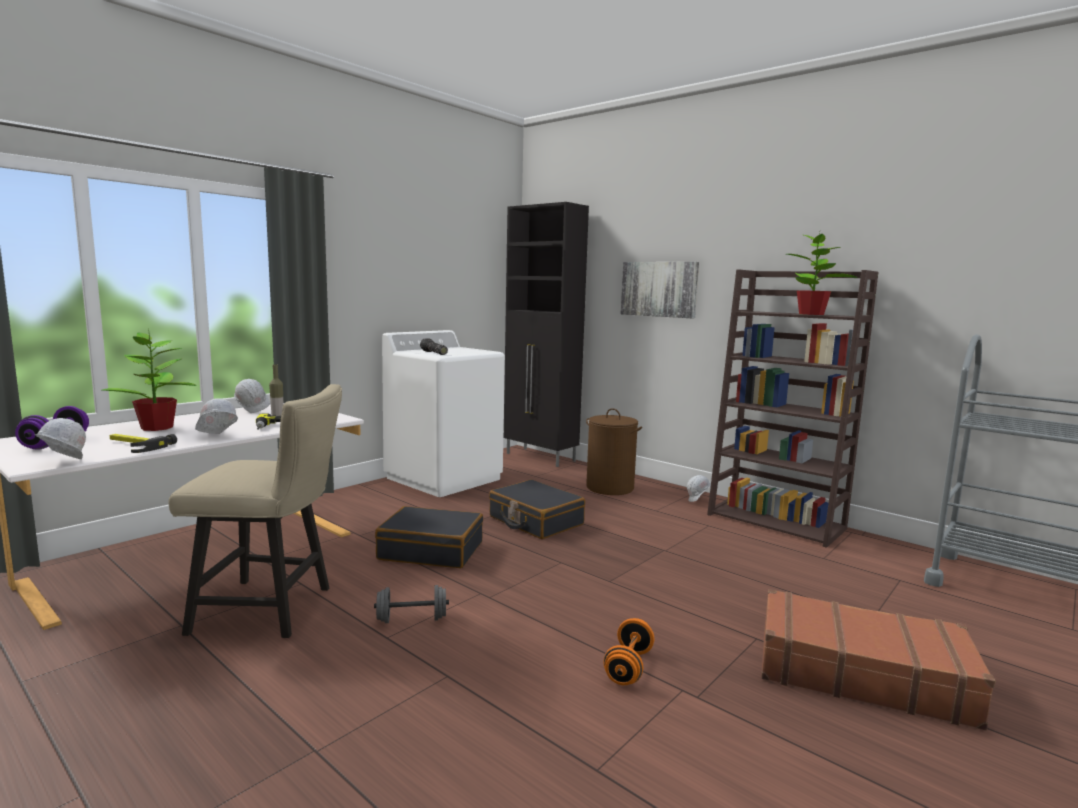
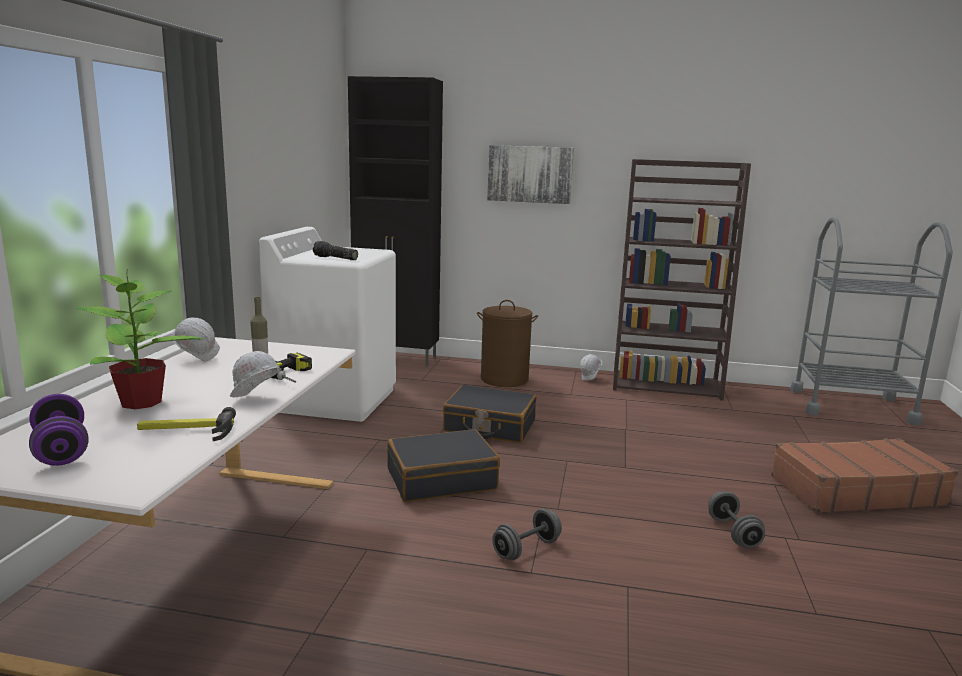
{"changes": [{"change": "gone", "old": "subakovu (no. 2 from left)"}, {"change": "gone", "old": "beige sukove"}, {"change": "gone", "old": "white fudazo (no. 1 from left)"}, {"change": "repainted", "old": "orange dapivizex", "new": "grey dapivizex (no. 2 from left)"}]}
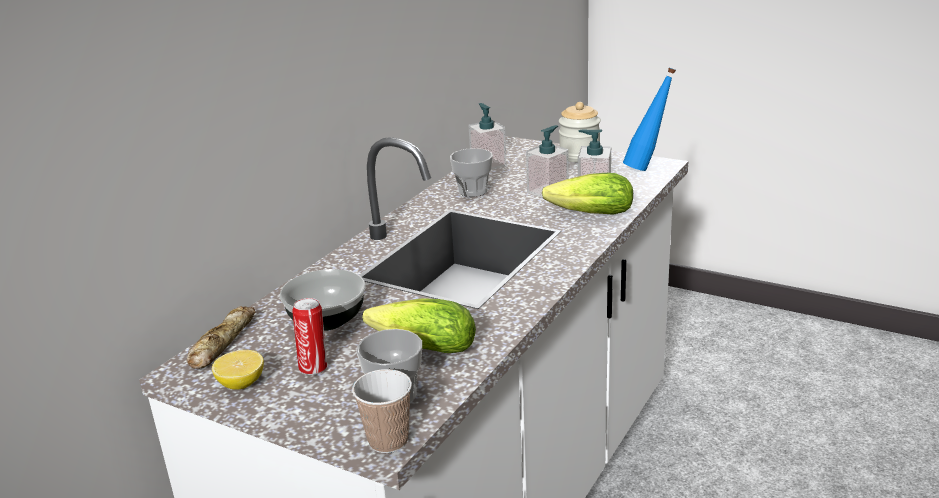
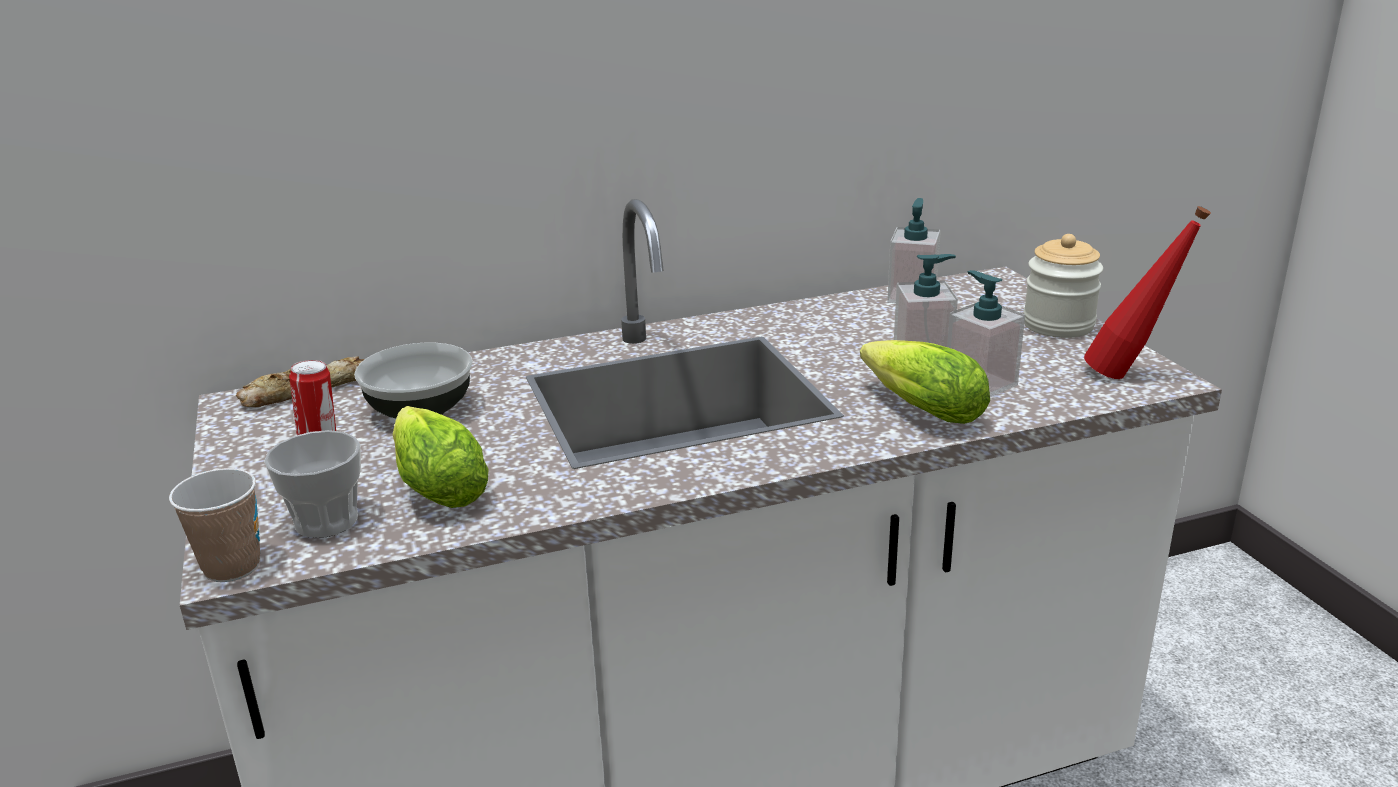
{"changes": [{"change": "repainted", "old": "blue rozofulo", "new": "red rozofulo"}, {"change": "gone", "old": "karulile (no. 3 from left)"}, {"change": "gone", "old": "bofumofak"}]}
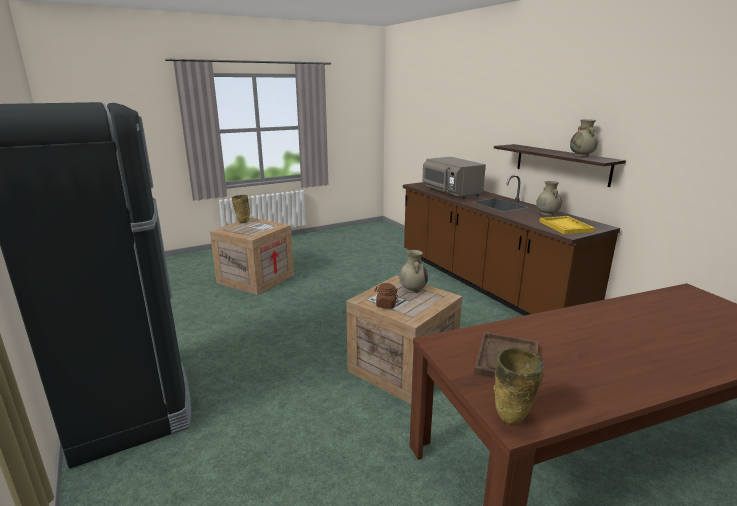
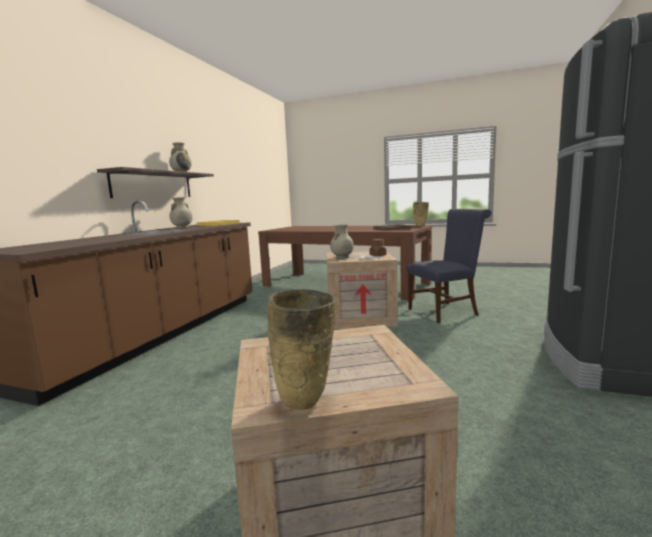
{"changes": [{"change": "gone", "old": "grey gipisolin"}, {"change": "new", "new": "blue sukove"}]}
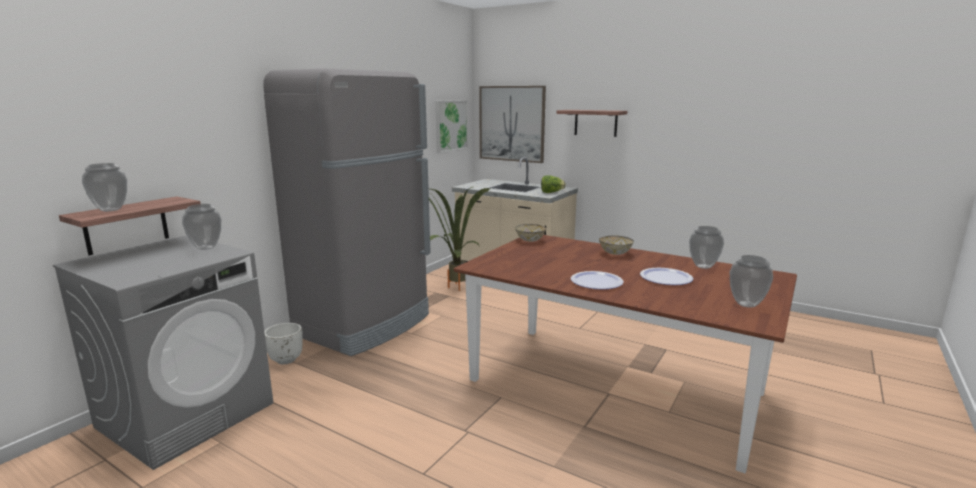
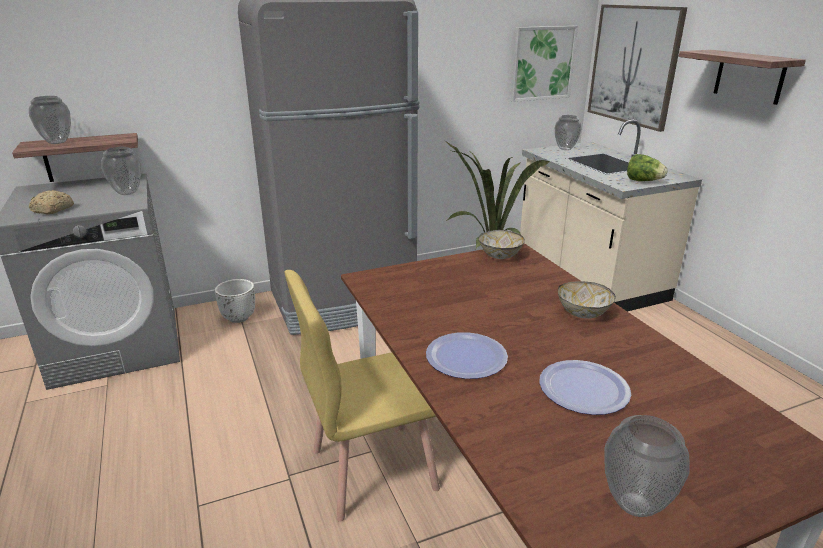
{"changes": [{"change": "shifted", "old": "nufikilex (no. 3 from left)"}, {"change": "new", "new": "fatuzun"}, {"change": "new", "new": "yellow sukove"}]}
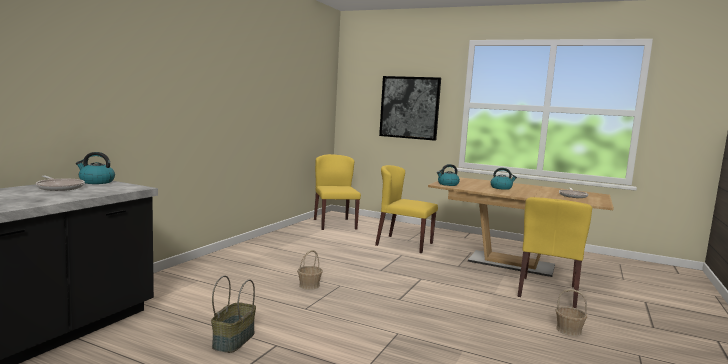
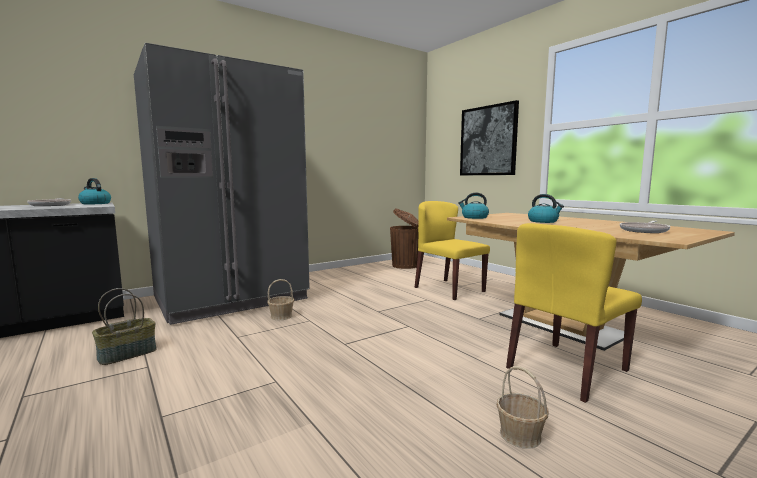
{"changes": [{"change": "swapped", "old": "yellow sukove (no. 1 from left)", "new": "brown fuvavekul"}, {"change": "new", "new": "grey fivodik"}]}
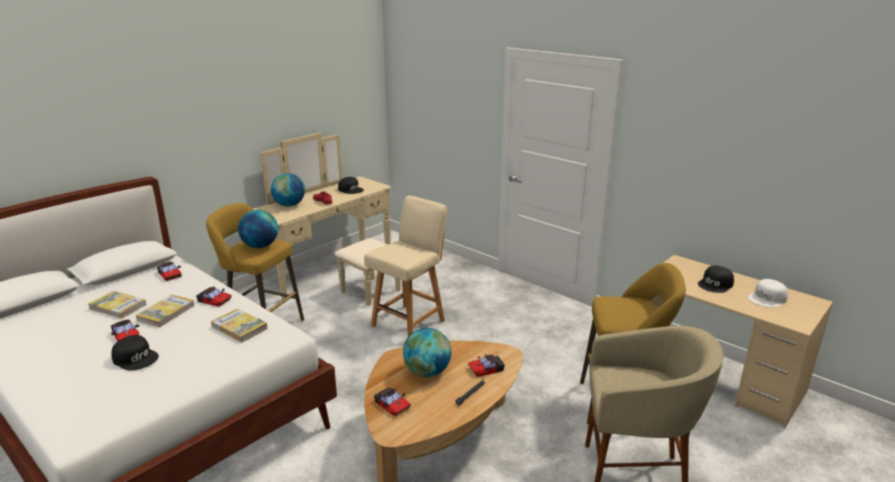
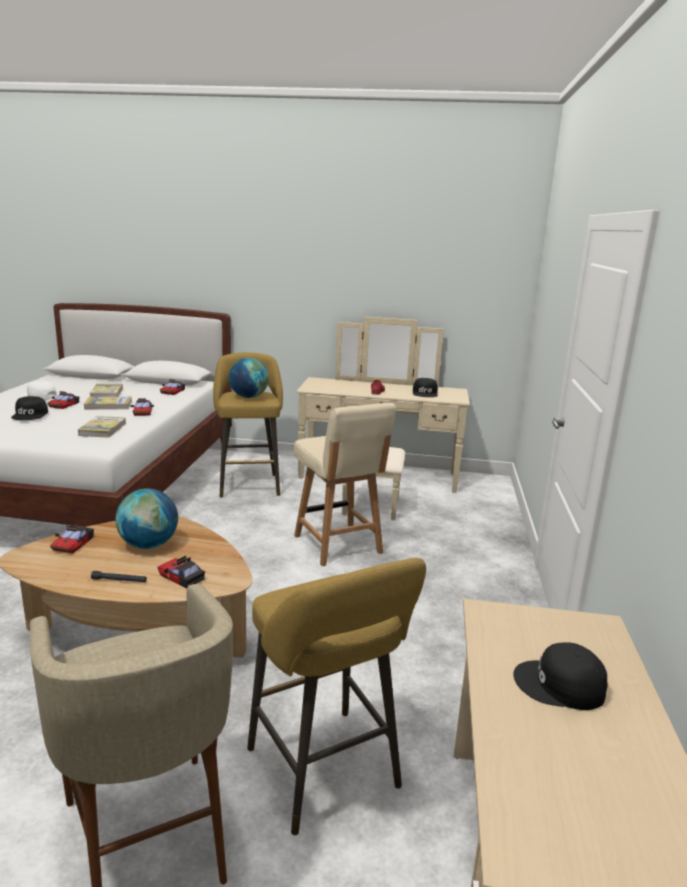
{"changes": [{"change": "gone", "old": "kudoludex (no. 2 from left)"}, {"change": "rotated", "old": "beige sukove", "degrees": 60}, {"change": "shifted", "old": "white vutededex"}]}
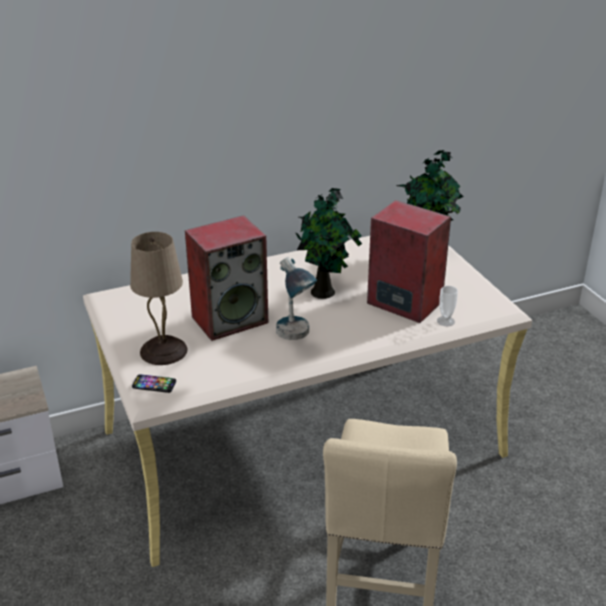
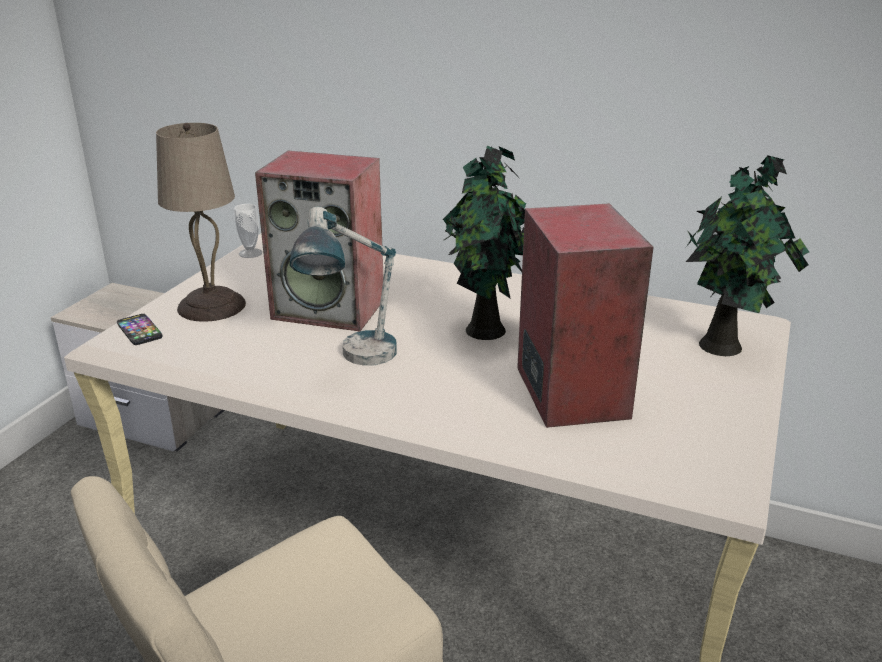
{"changes": [{"change": "shifted", "old": "karulile"}]}
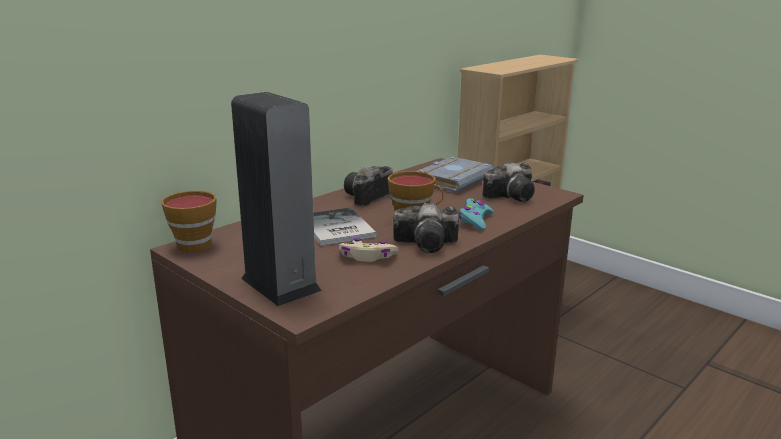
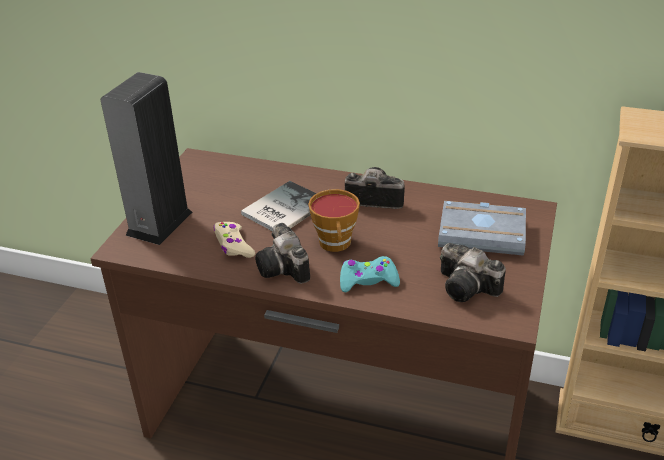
{"changes": [{"change": "gone", "old": "karulile (no. 1 from left)"}]}
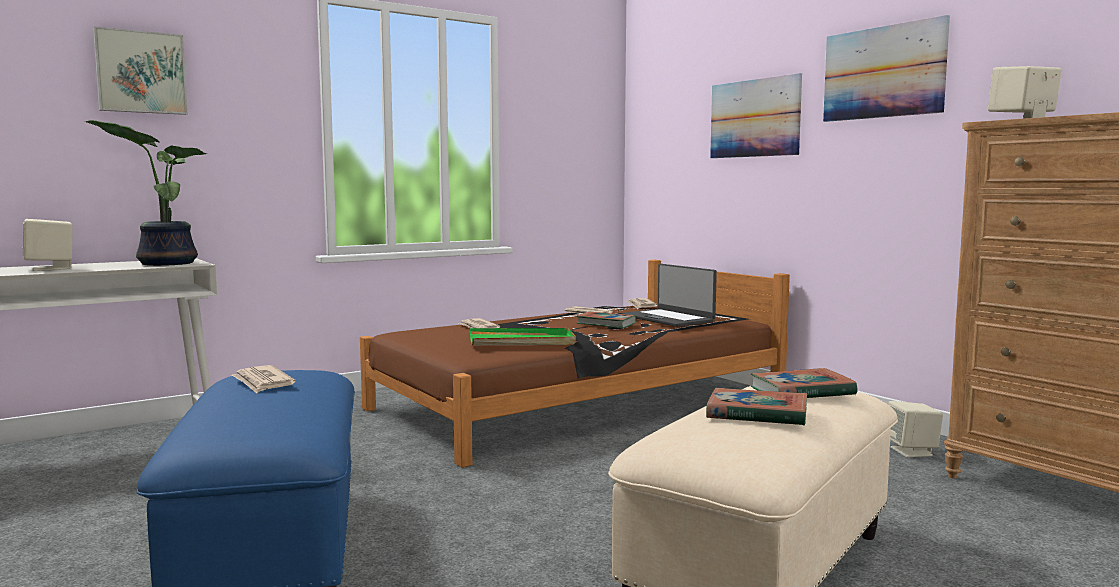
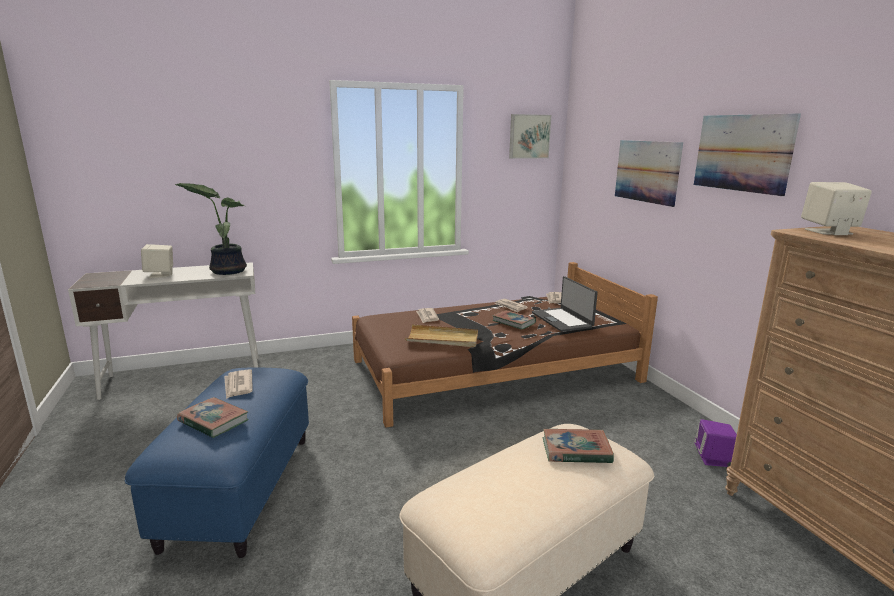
{"changes": [{"change": "shifted", "old": "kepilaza (no. 1 from left)"}, {"change": "repainted", "old": "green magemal", "new": "beige magemal"}, {"change": "shifted", "old": "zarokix (no. 2 from left in the first image)", "new": "zarokix (no. 1 from left)"}, {"change": "repainted", "old": "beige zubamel (no. 2 from left)", "new": "purple zubamel"}]}
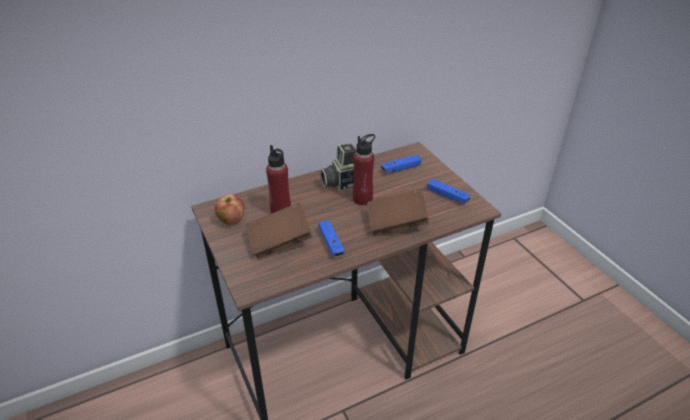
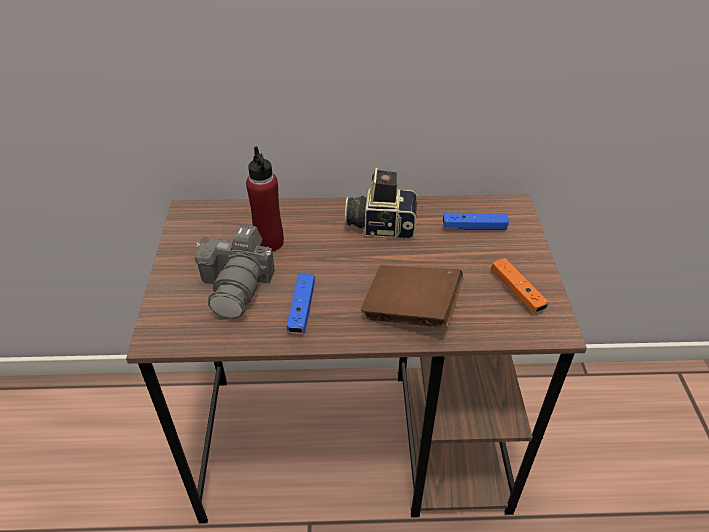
{"changes": [{"change": "gone", "old": "red rozofulo (no. 2 from left)"}, {"change": "repainted", "old": "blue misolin (no. 3 from left)", "new": "orange misolin"}, {"change": "gone", "old": "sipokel"}, {"change": "swapped", "old": "brown zarokix (no. 1 from left)", "new": "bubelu (no. 1 from left)"}]}
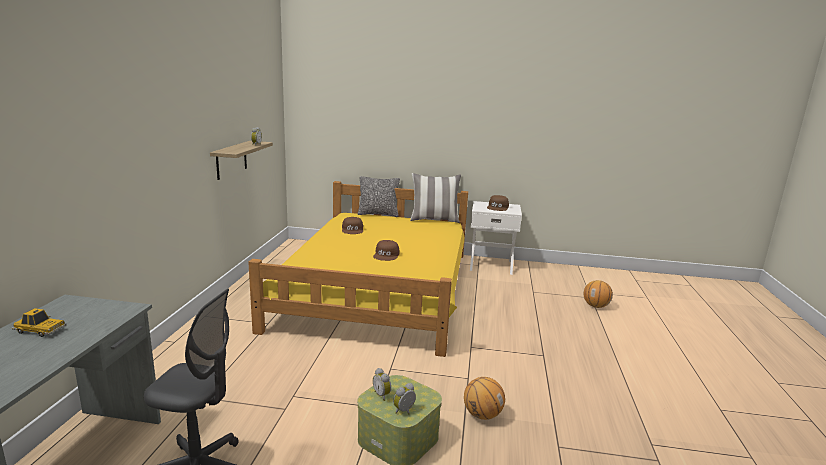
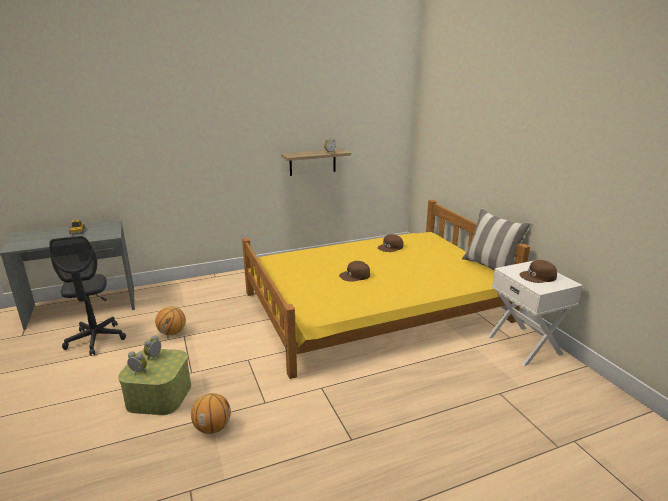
{"changes": [{"change": "gone", "old": "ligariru (no. 1 from left)"}, {"change": "shifted", "old": "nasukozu (no. 2 from left in the first image)", "new": "nasukozu (no. 1 from left)"}]}
